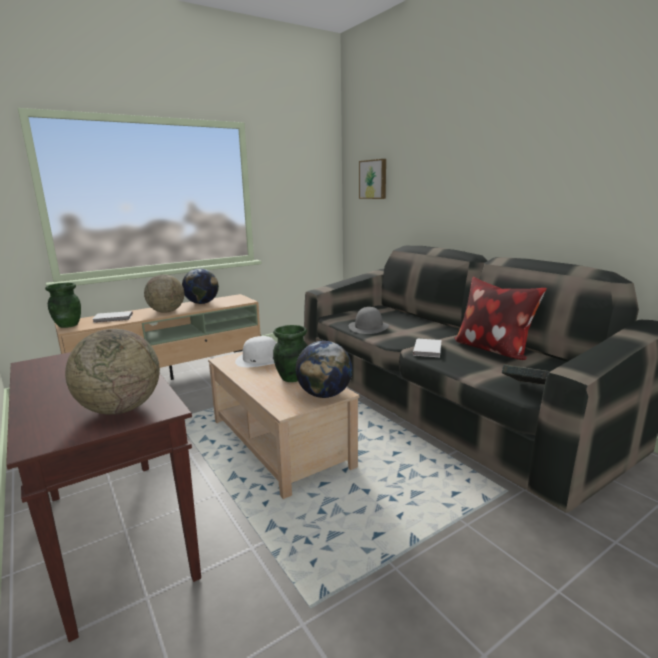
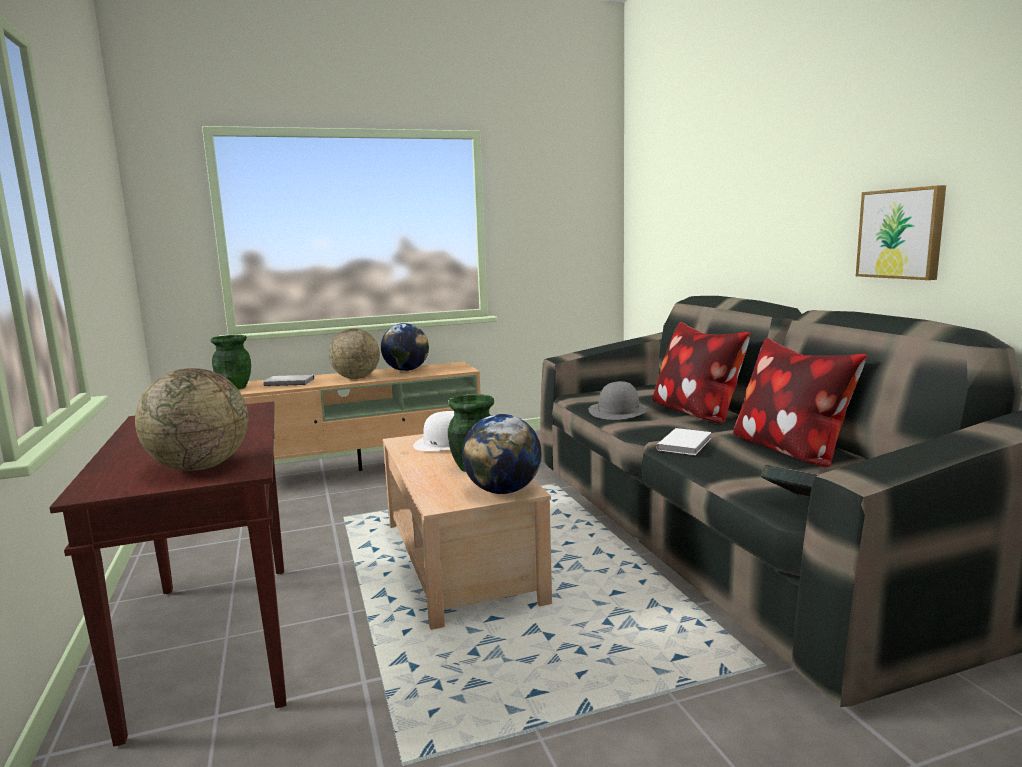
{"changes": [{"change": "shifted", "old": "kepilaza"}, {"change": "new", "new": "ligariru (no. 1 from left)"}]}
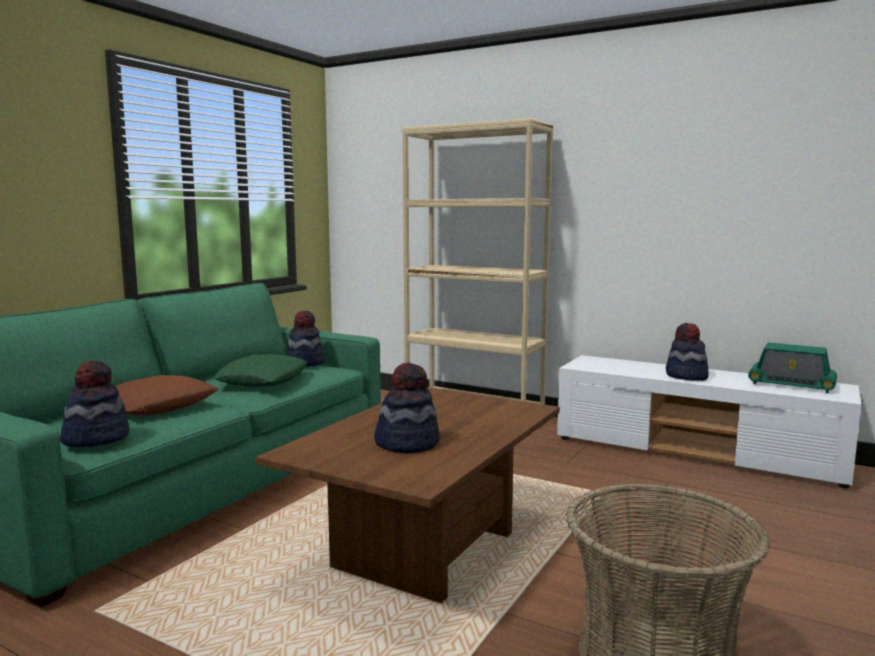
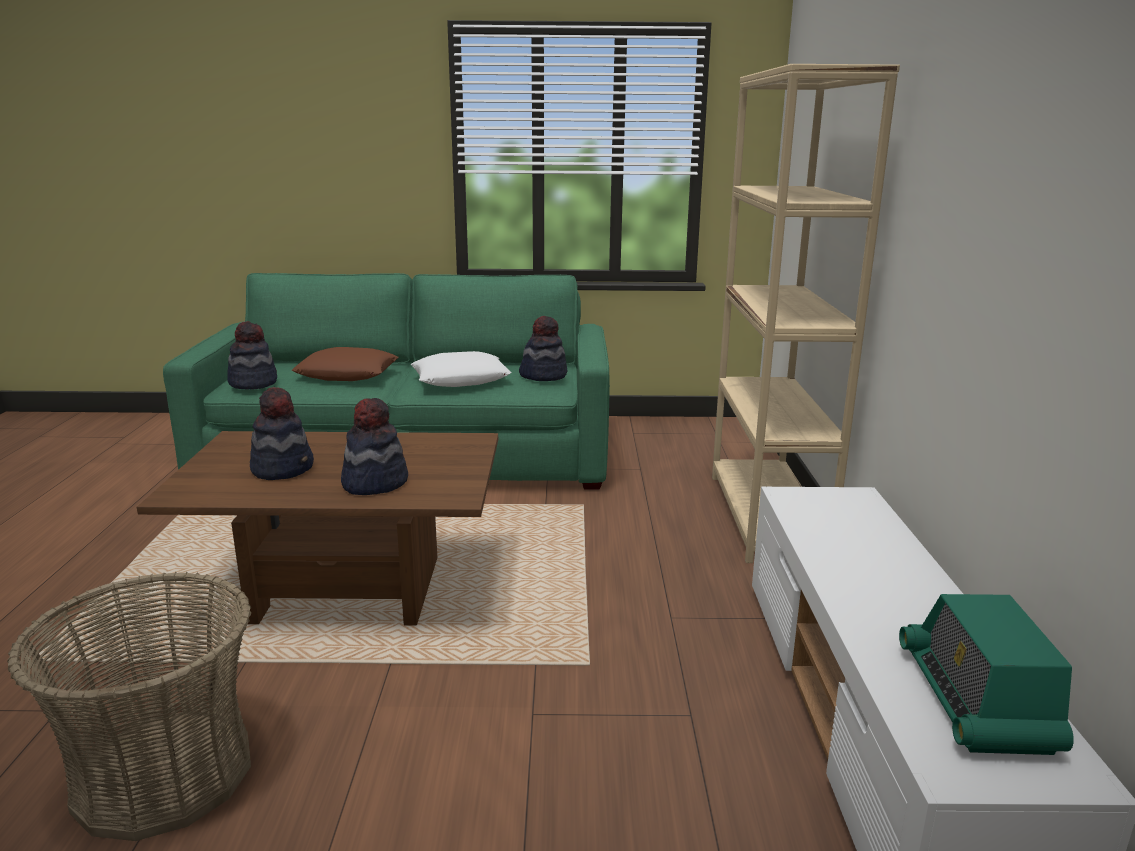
{"changes": [{"change": "shifted", "old": "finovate (no. 4 from left in the first image)", "new": "finovate (no. 3 from left)"}, {"change": "repainted", "old": "green ligariru", "new": "white ligariru"}]}
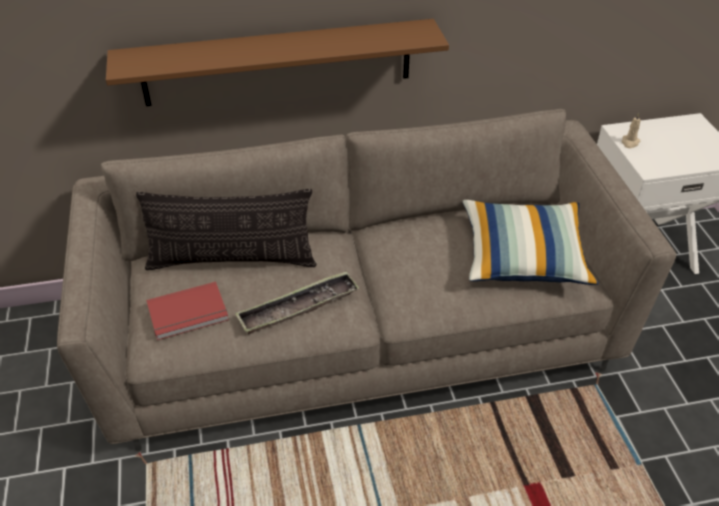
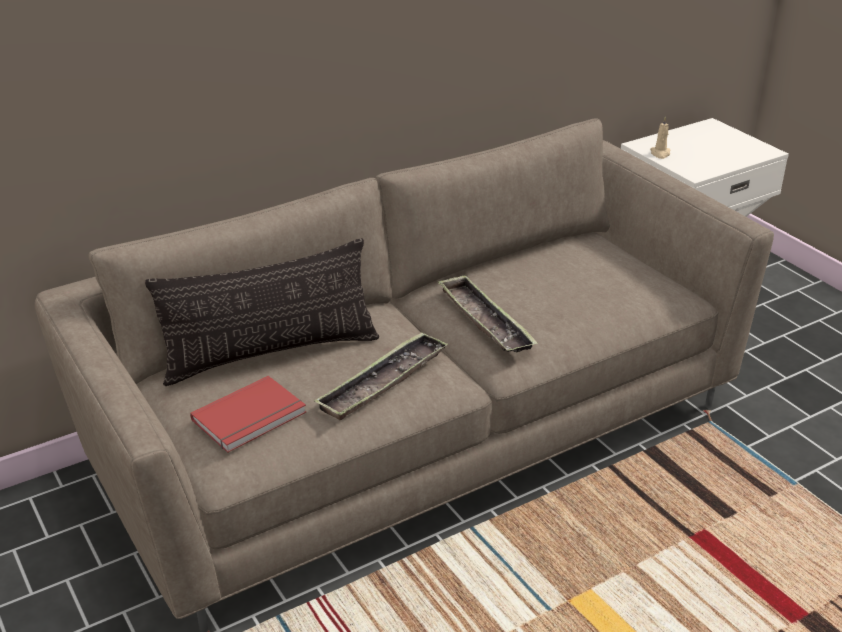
{"changes": [{"change": "gone", "old": "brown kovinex"}, {"change": "gone", "old": "ligariru (no. 2 from left)"}, {"change": "new", "new": "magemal (no. 2 from left)"}]}
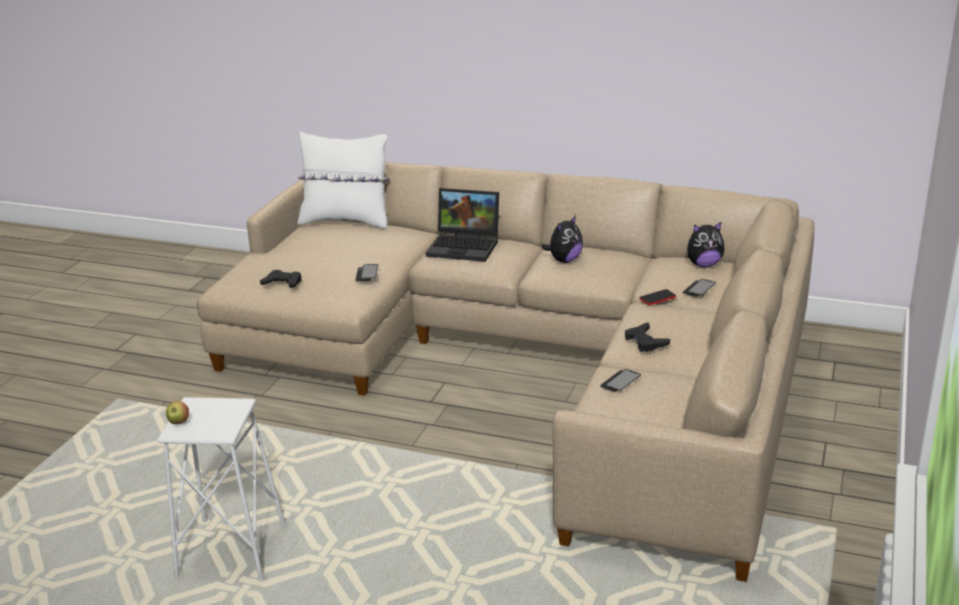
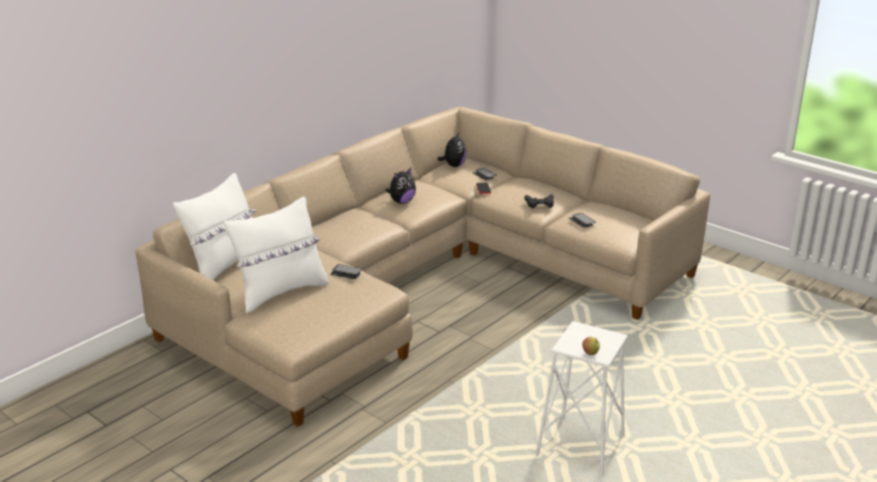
{"changes": [{"change": "gone", "old": "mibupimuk"}, {"change": "rotated", "old": "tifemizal (no. 1 from left)", "degrees": 75}, {"change": "gone", "old": "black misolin (no. 1 from left)"}, {"change": "new", "new": "white ligariru (no. 2 from left)"}]}
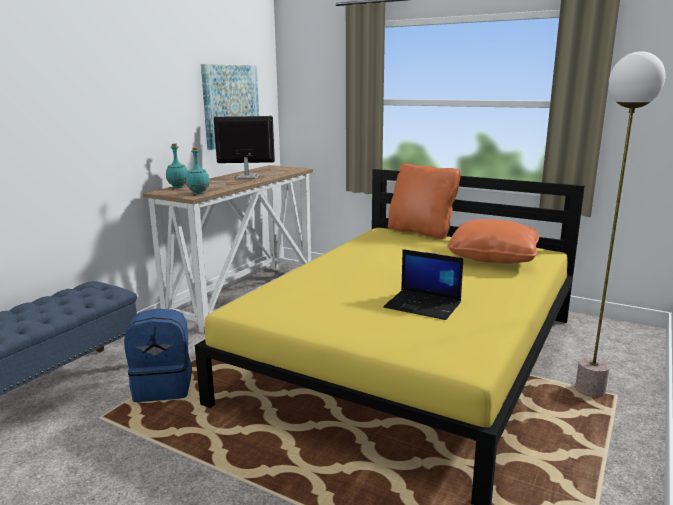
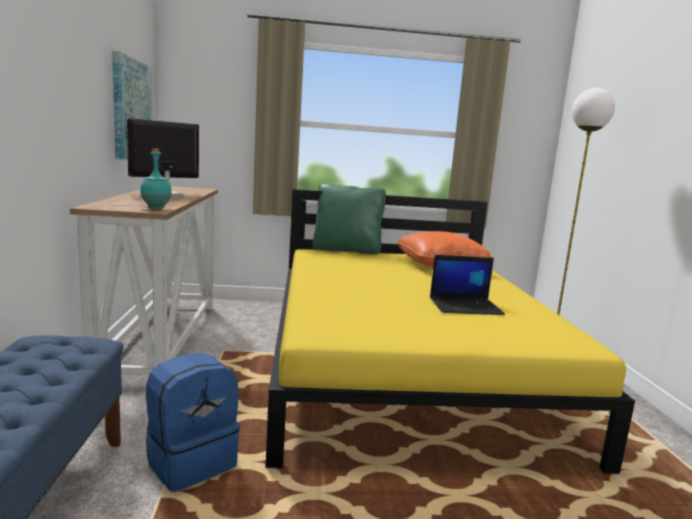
{"changes": [{"change": "gone", "old": "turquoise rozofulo (no. 1 from left)"}, {"change": "repainted", "old": "orange ligariru (no. 1 from left)", "new": "green ligariru"}]}
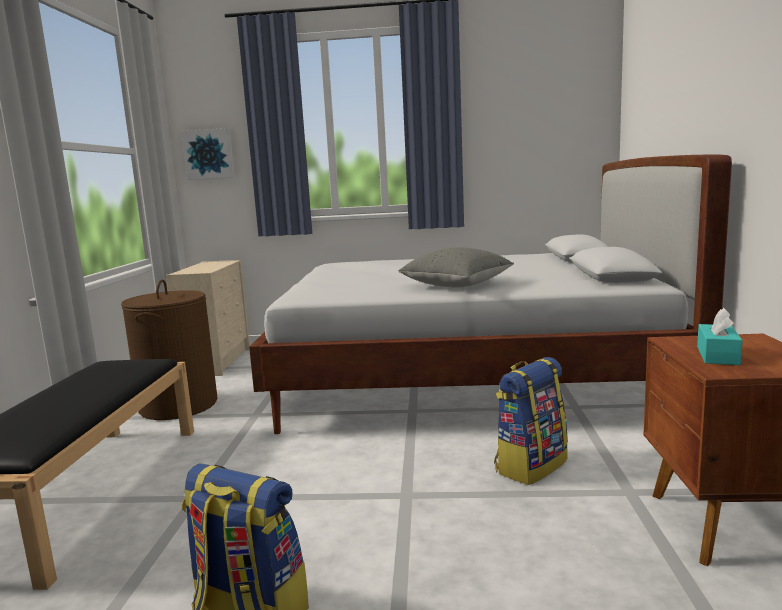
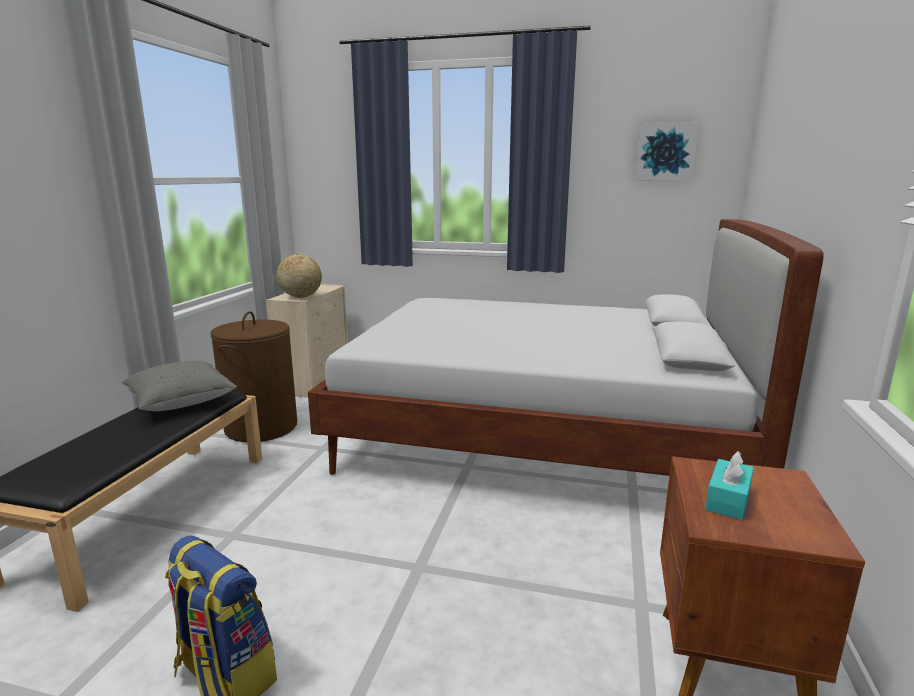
{"changes": [{"change": "shifted", "old": "kepilaza"}, {"change": "shifted", "old": "grey ligariru"}, {"change": "gone", "old": "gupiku (no. 2 from left)"}, {"change": "new", "new": "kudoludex"}]}
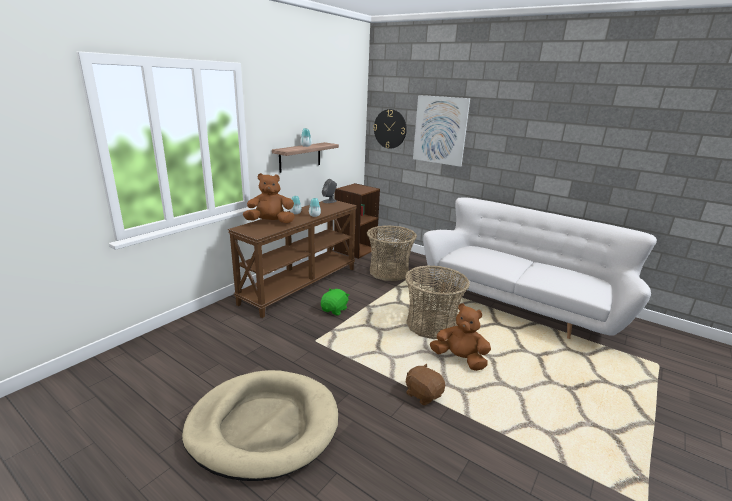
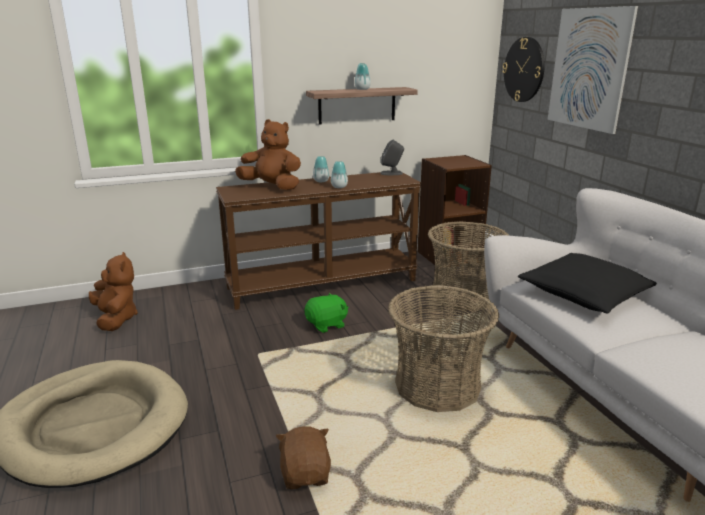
{"changes": [{"change": "shifted", "old": "brown tifemizal (no. 3 from left in the first image)", "new": "brown tifemizal (no. 1 from left)"}, {"change": "new", "new": "black ligariru"}]}
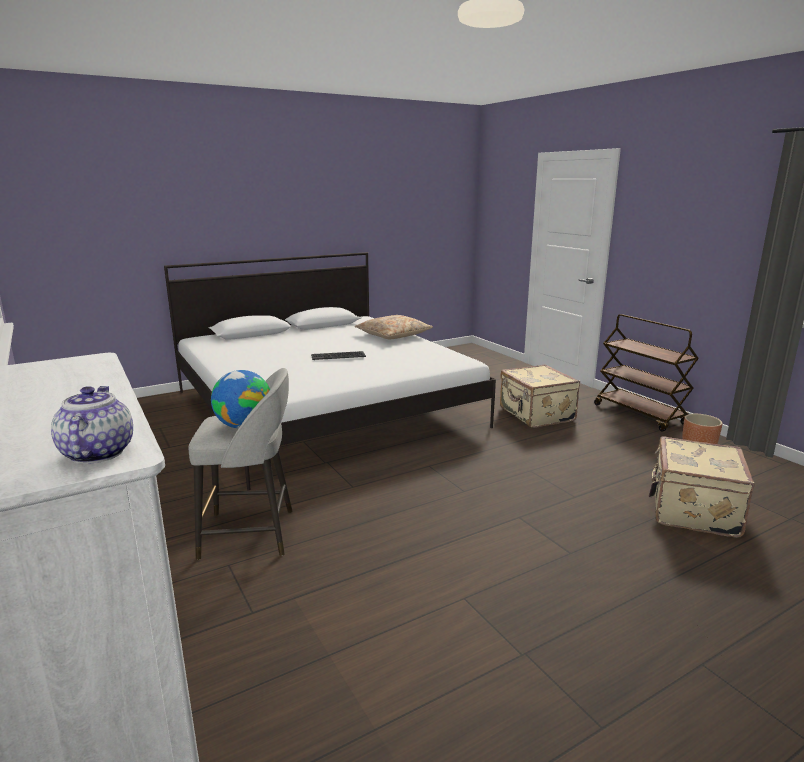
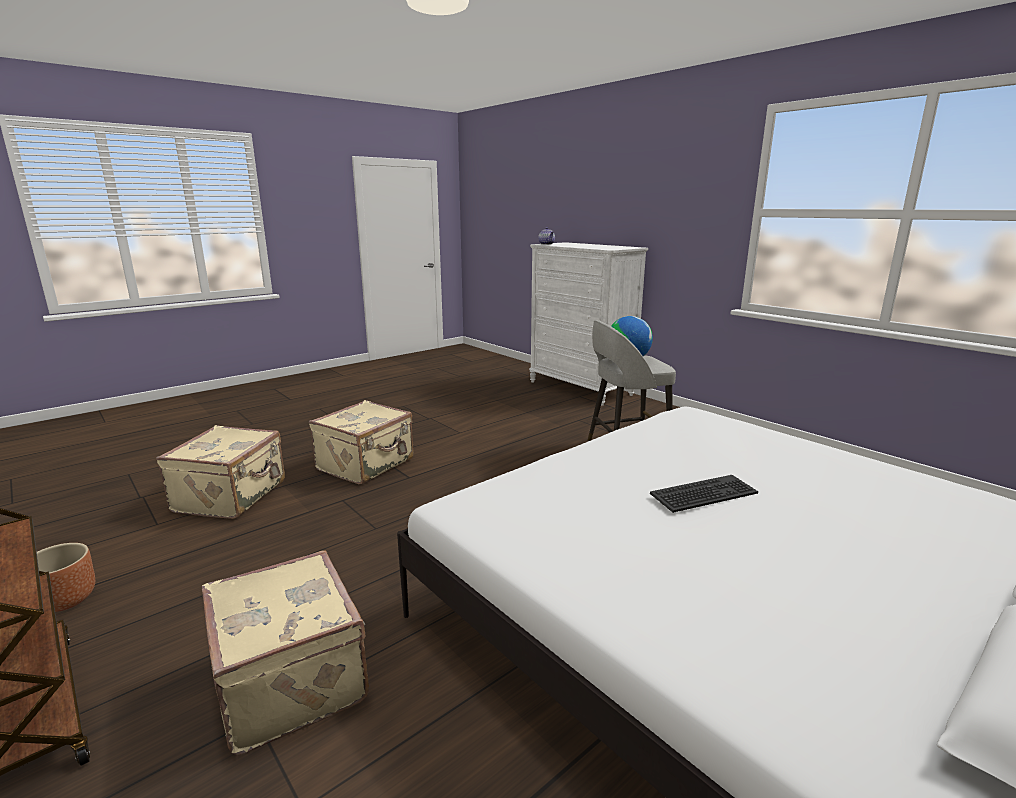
{"changes": [{"change": "gone", "old": "beige ligariru"}, {"change": "new", "new": "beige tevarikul (no. 3 from left)"}]}
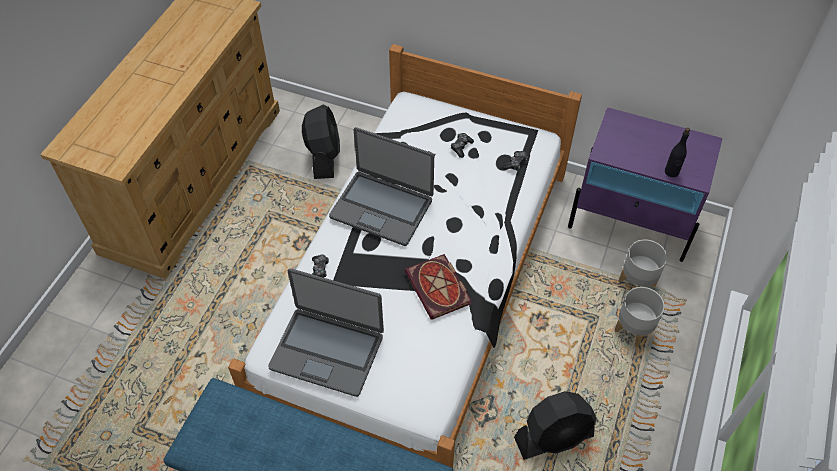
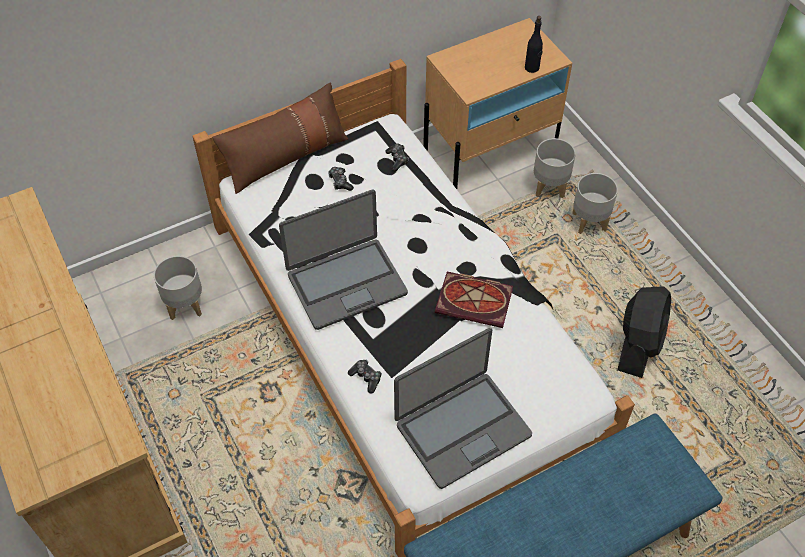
{"changes": [{"change": "swapped", "old": "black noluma (no. 1 from left)", "new": "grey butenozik (no. 1 from left)"}, {"change": "repainted", "old": "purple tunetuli", "new": "beige tunetuli"}, {"change": "new", "new": "brown ligariru"}]}
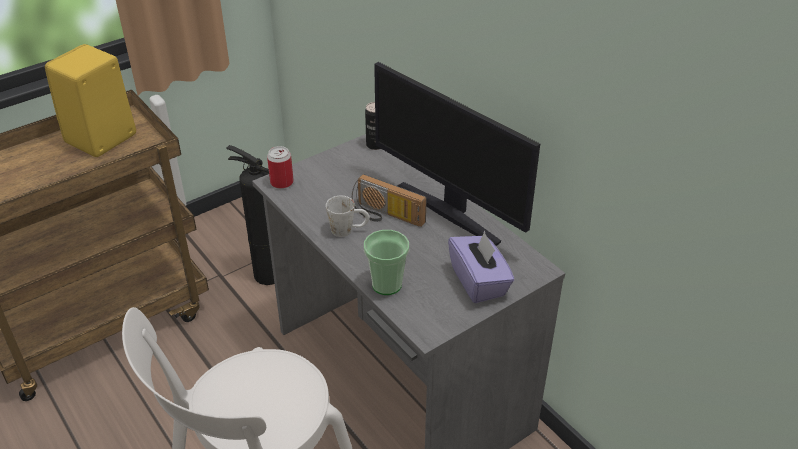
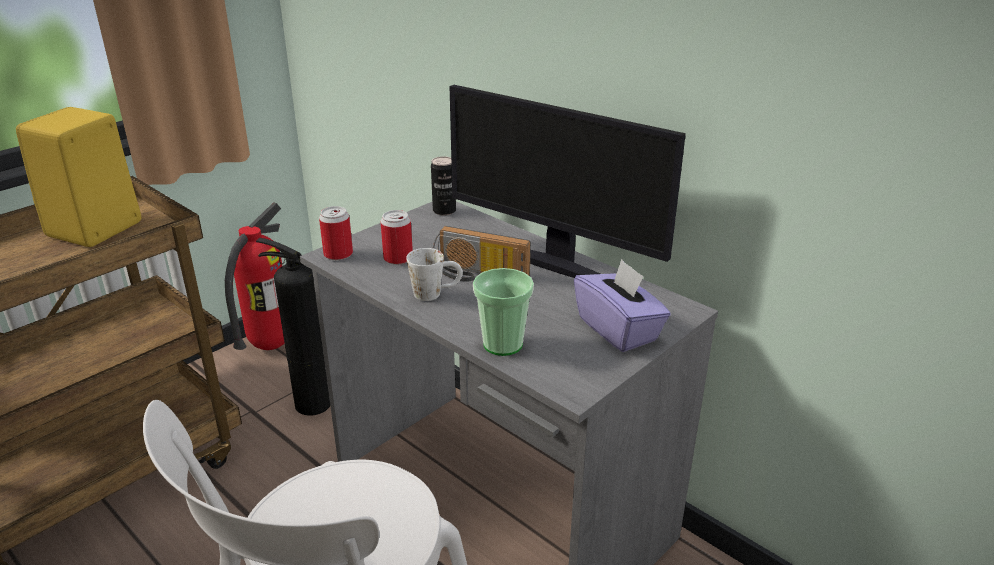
{"changes": [{"change": "new", "new": "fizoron (no. 1 from left)"}, {"change": "new", "new": "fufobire (no. 2 from left)"}]}
